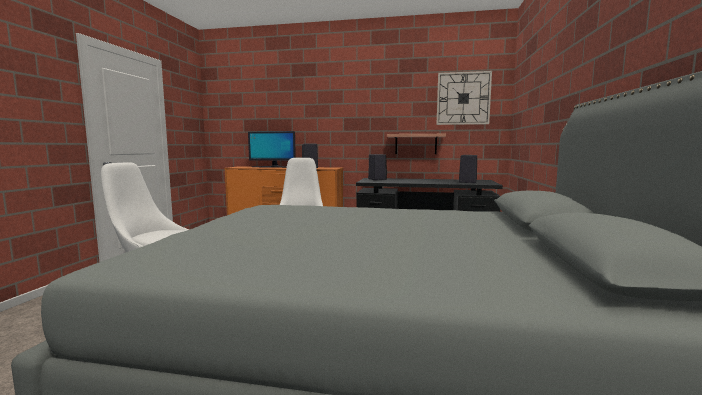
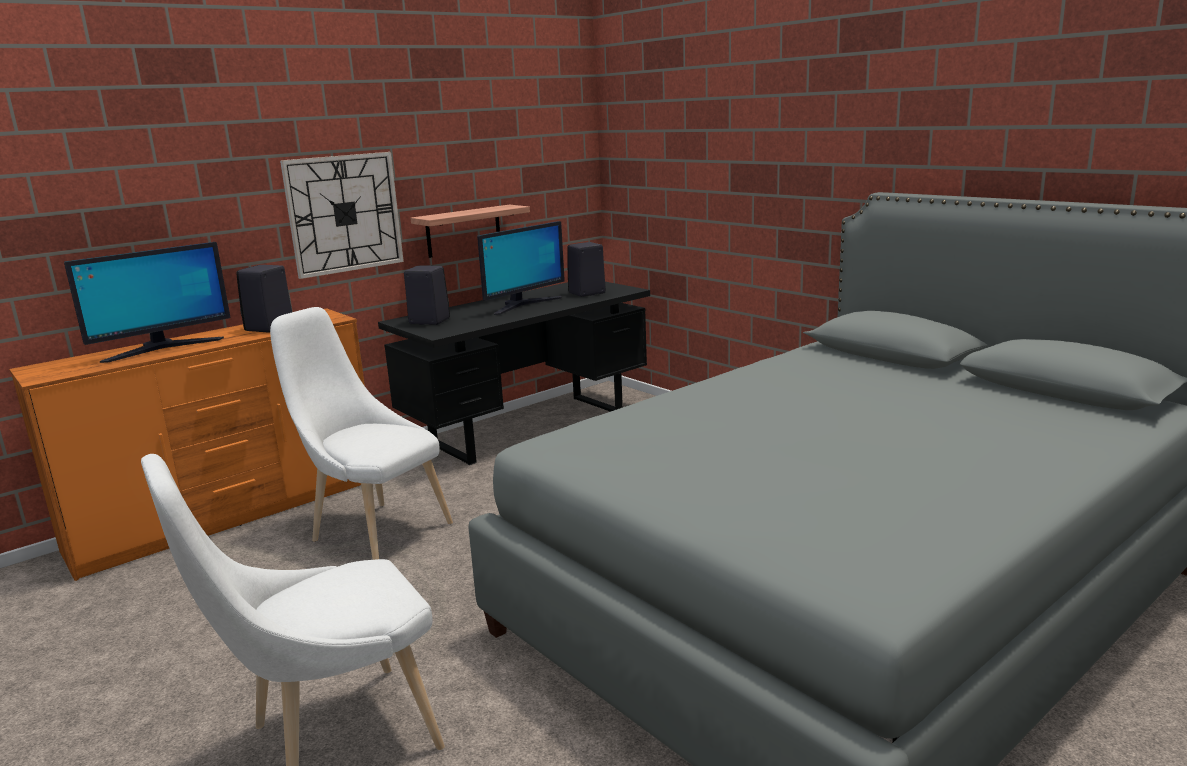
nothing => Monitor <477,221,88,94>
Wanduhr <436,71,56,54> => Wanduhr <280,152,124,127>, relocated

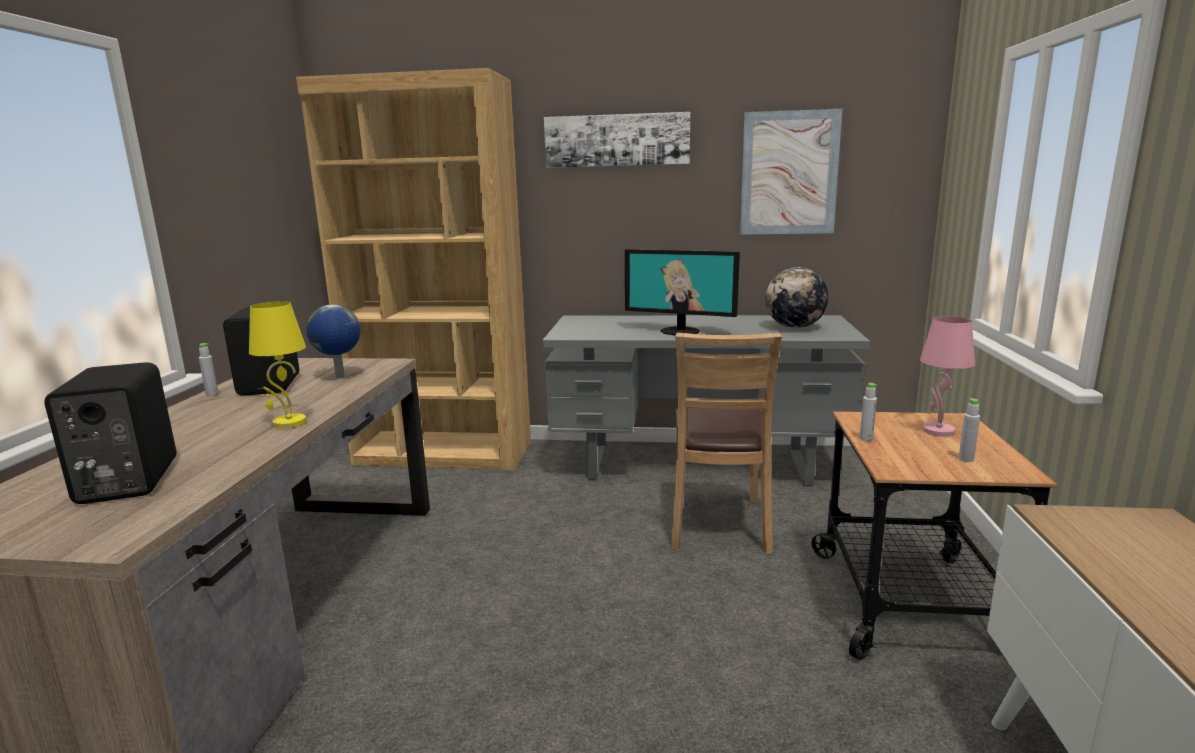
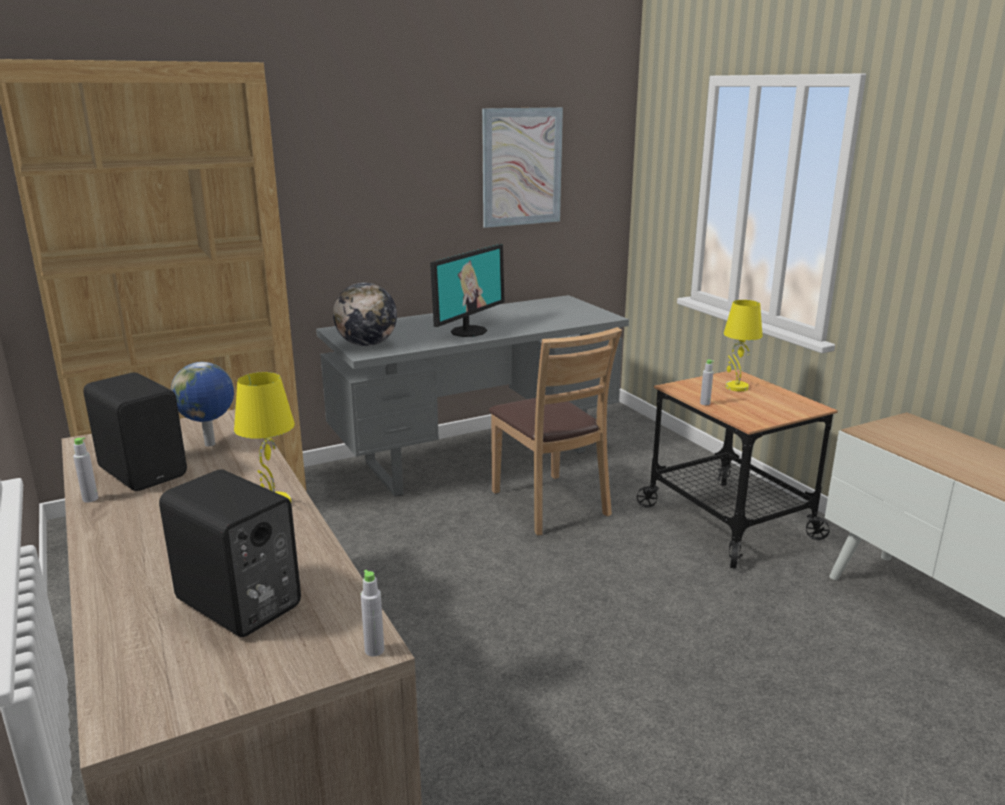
Bild <544,112,146,56> => nothing
Globus <766,267,62,61> => Globus <333,283,64,63>, relocated
Flasche/grau <959,398,21,64> => Flasche/grau <361,570,23,87>, relocated
Tischlampe/rosa <920,316,55,121> => Tischlampe/gelb <723,300,39,91>
Monitor <625,249,115,86> => Monitor <430,244,75,93>, 45 degrees counterclockwise

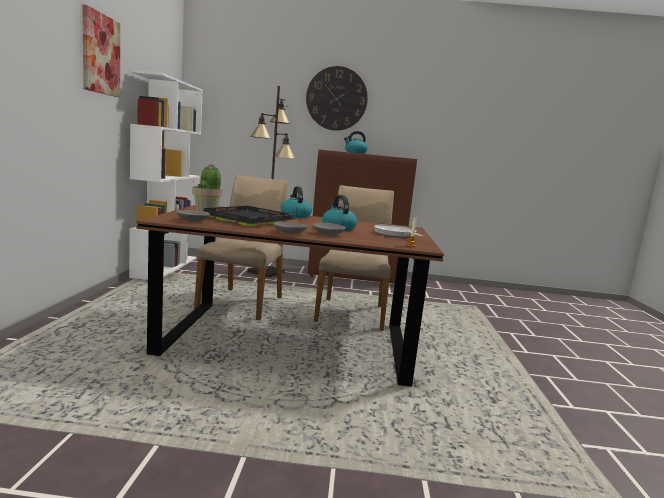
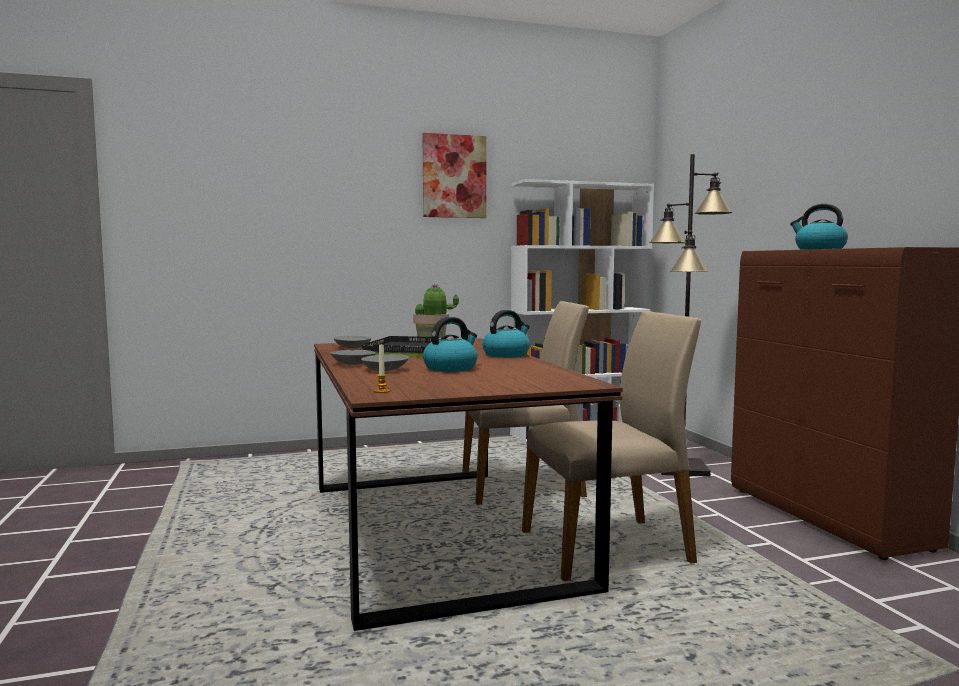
Wanduhr <306,66,62,65> => nothing
Pfanne <374,225,49,13> => nothing

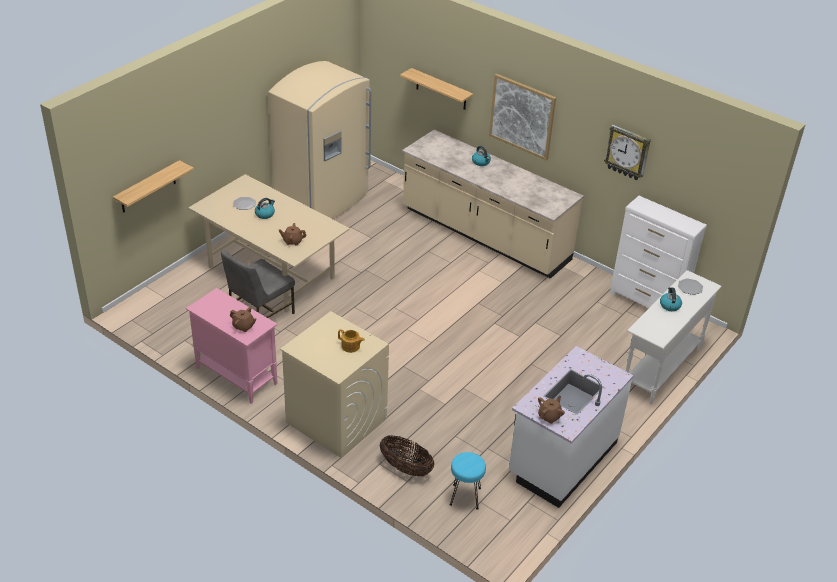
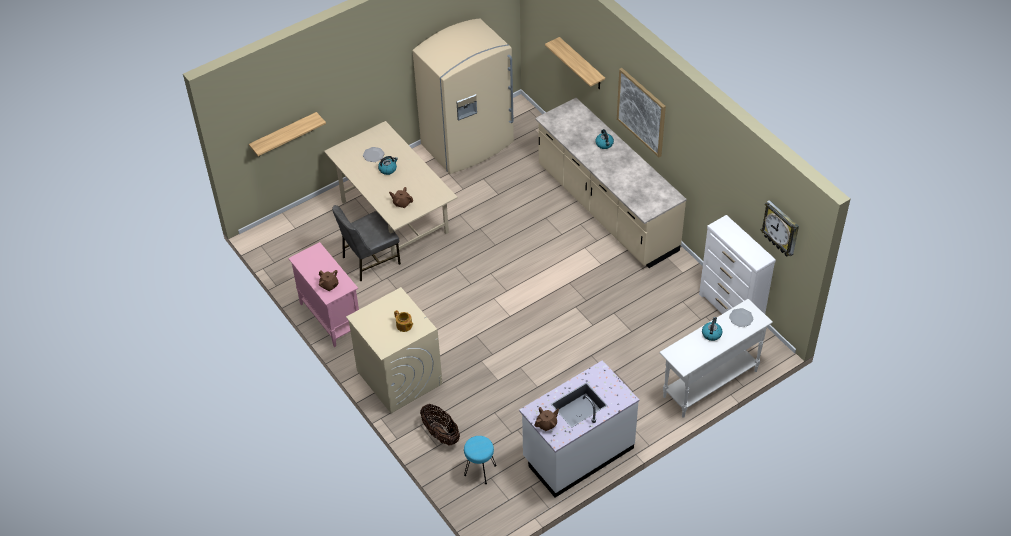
Wanduhr <604,125,47,55> => Wanduhr <761,200,38,57>, relocated

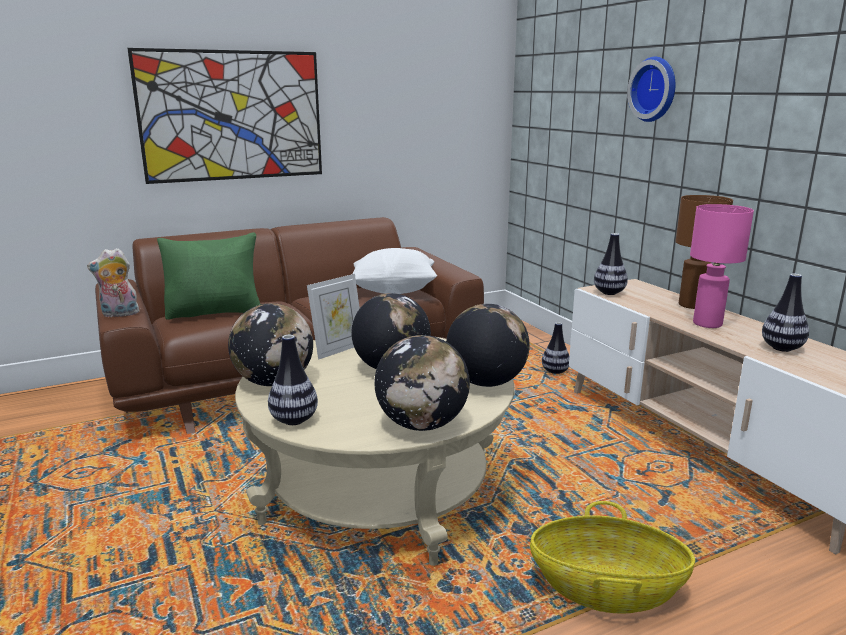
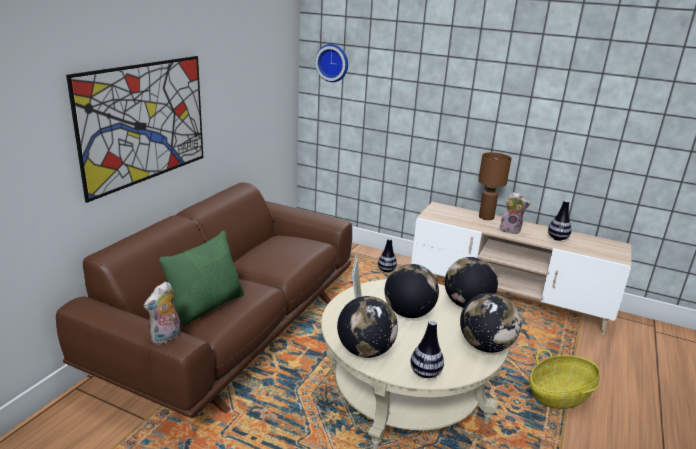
Kissen/weiß <353,248,84,46> => nothing
Vase <594,233,34,62> => nothing
Wanduhr <627,57,48,65> => Wanduhr <315,44,33,38>, relocated
Tischlampe/rosa <690,204,64,124> => Plüschtier <499,192,31,42>

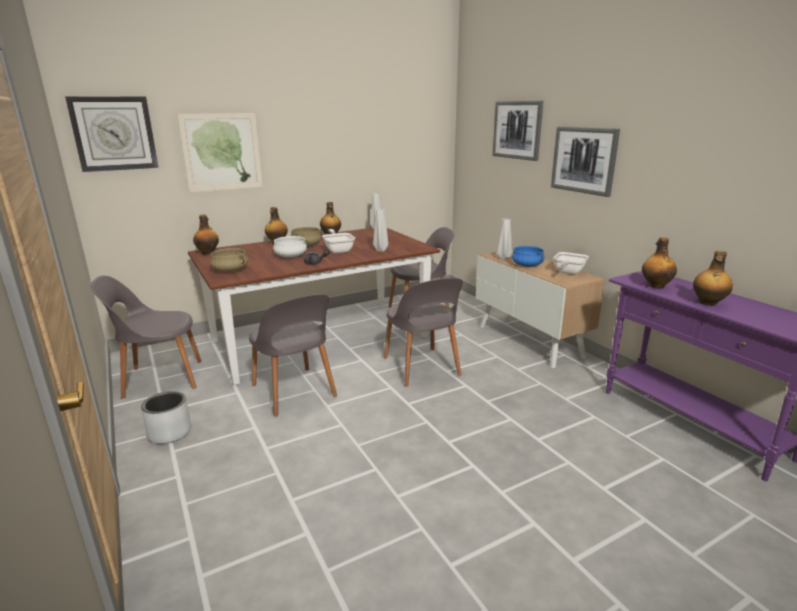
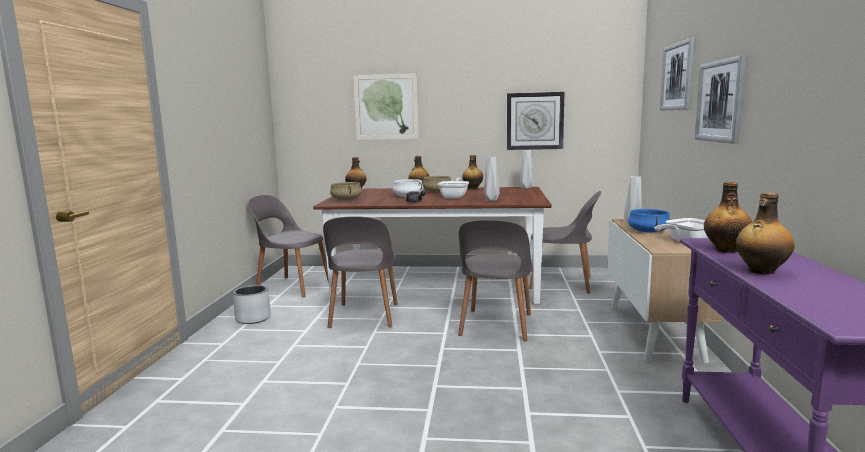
Wanduhr <65,96,94,76> => Wanduhr <507,92,57,58>, relocated

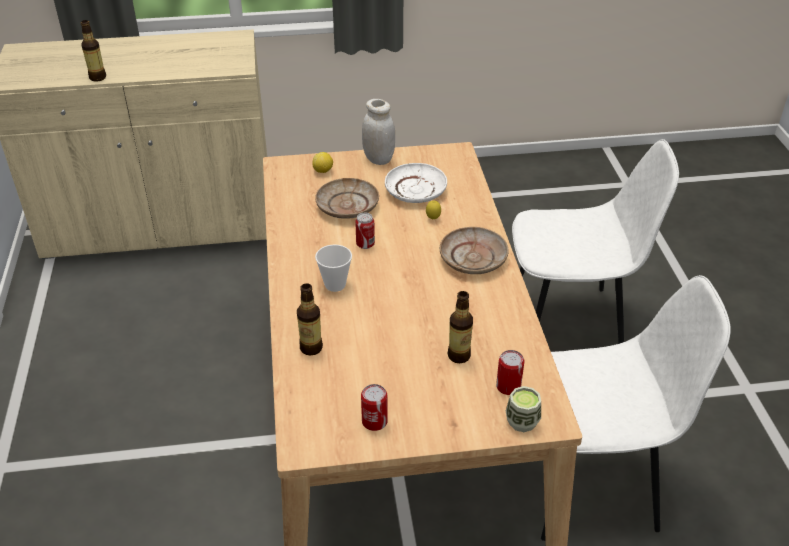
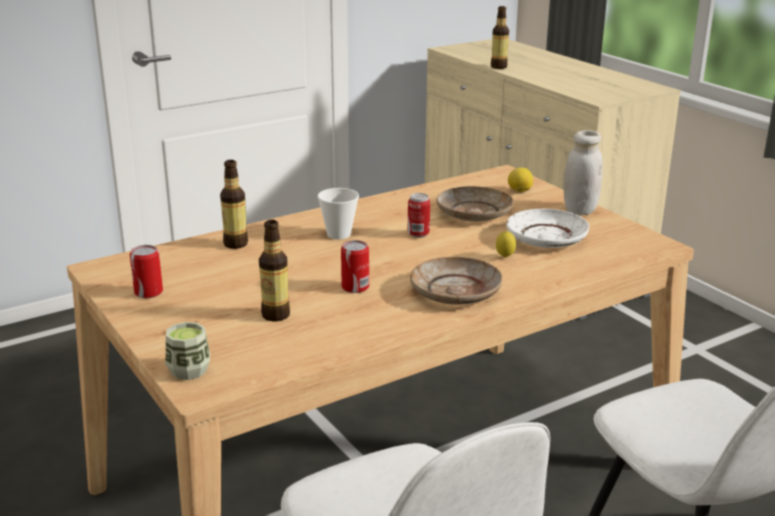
Dose <496,350,29,45> => Dose <341,240,28,53>, relocated

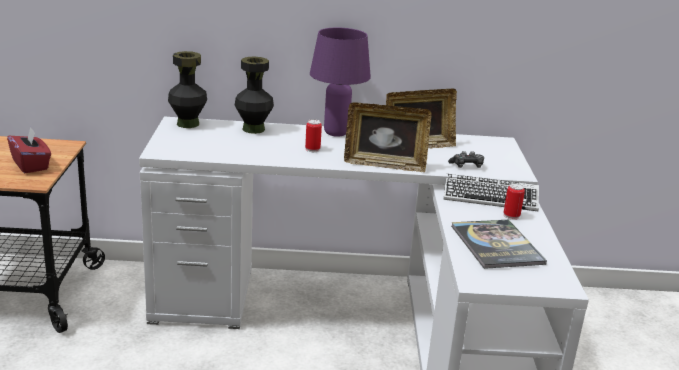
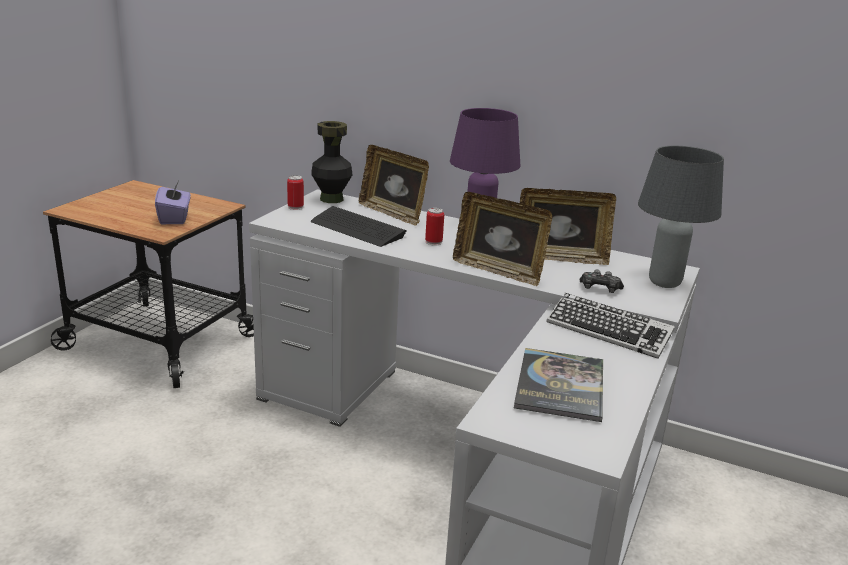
nothing => Tastatur <311,206,95,41>
nothing => Tischlampe/grau <638,146,86,142>
Dose <504,183,21,37> => Dose <287,175,17,35>, relocated
Vase/schwarz <234,57,40,77> => Bilderrahmen <359,145,70,81>
Taschentuchbox/rot <7,127,44,46> => Taschentuchbox/lila <155,181,36,43>

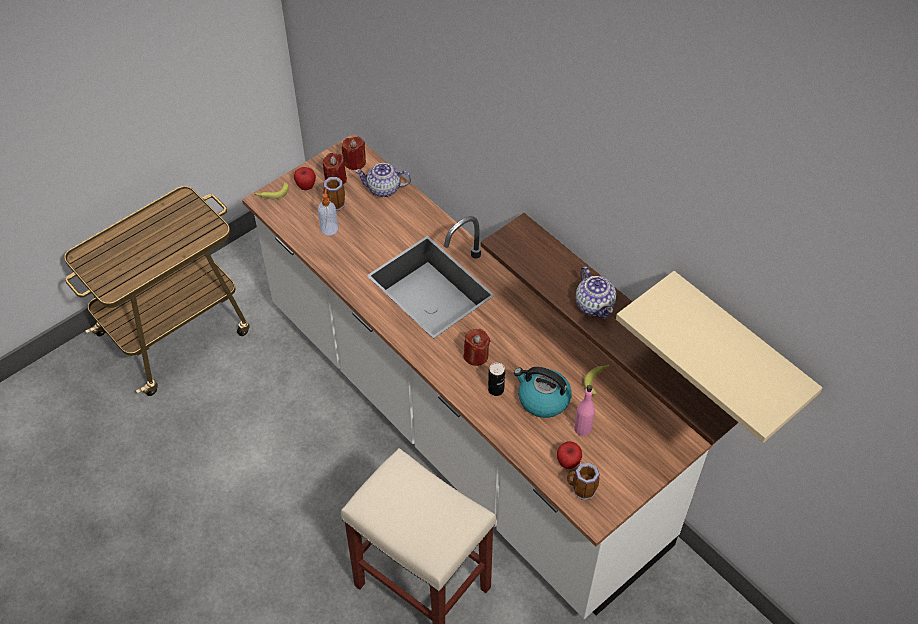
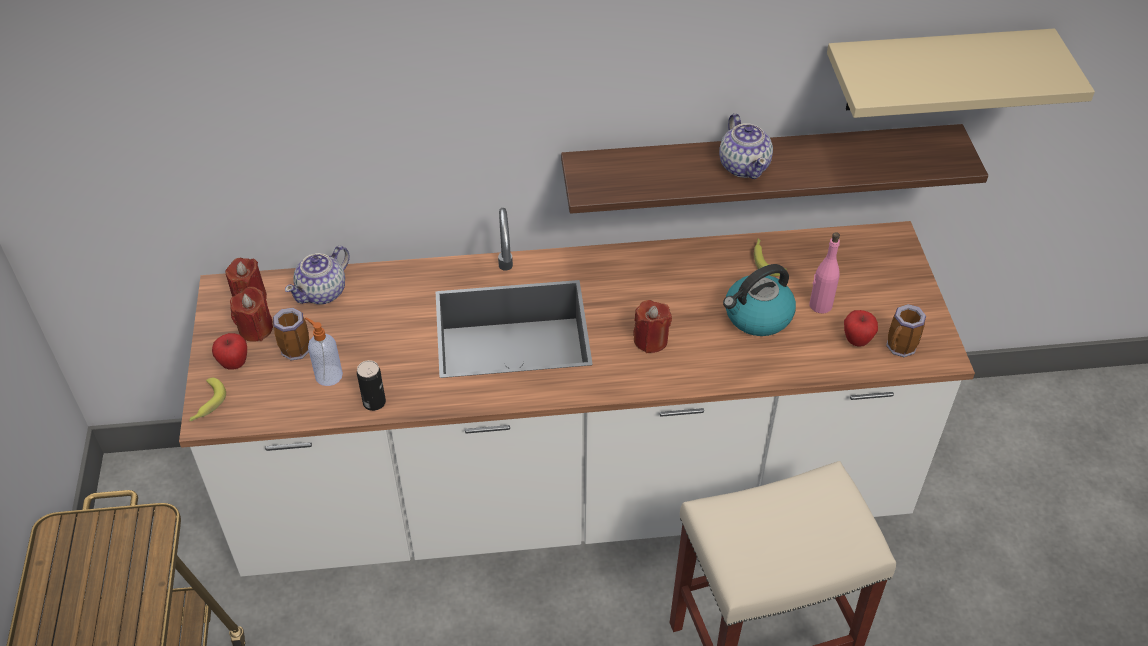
Dose <488,362,17,34> => Dose <357,360,29,51>, relocated
Teekanne <576,266,40,53> => Teekanne <719,113,54,66>, 60 degrees clockwise

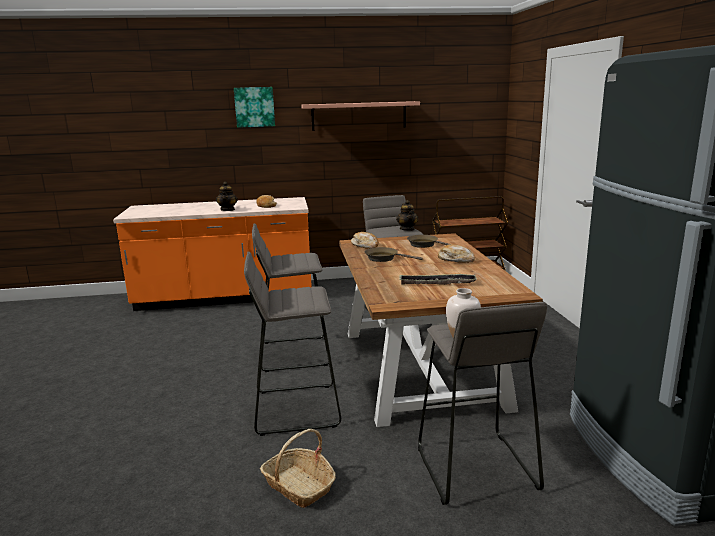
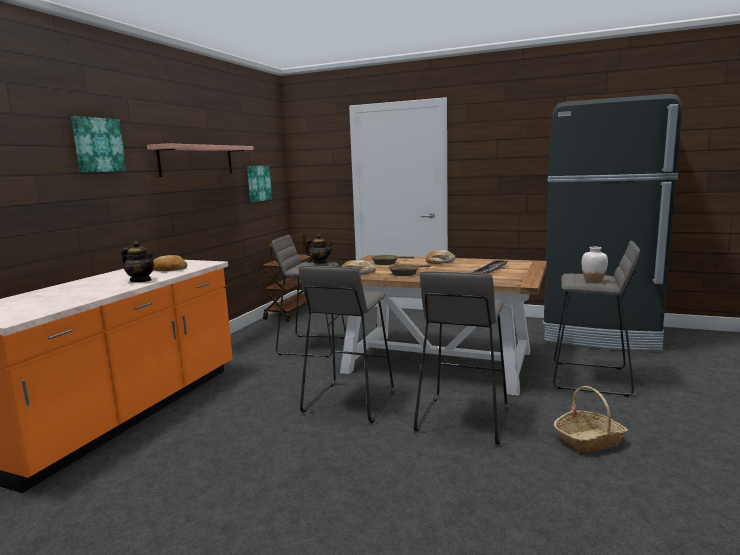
nothing => Bild <247,165,25,37>

